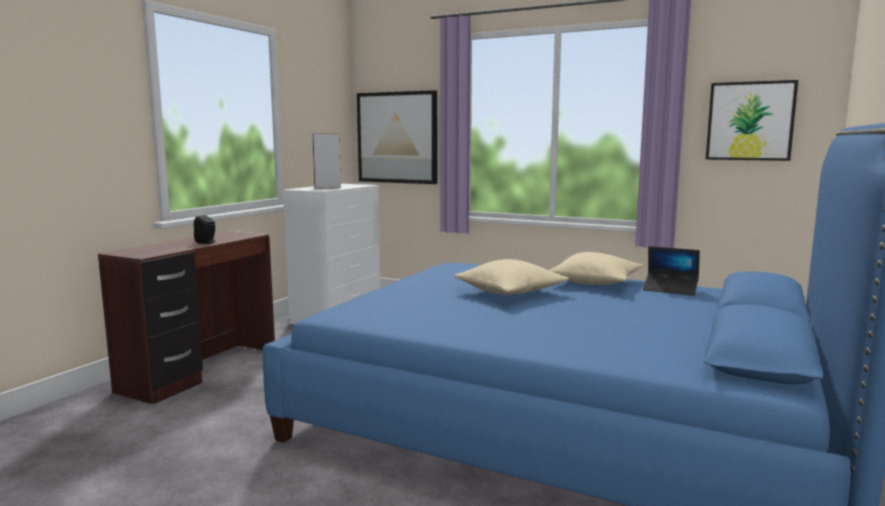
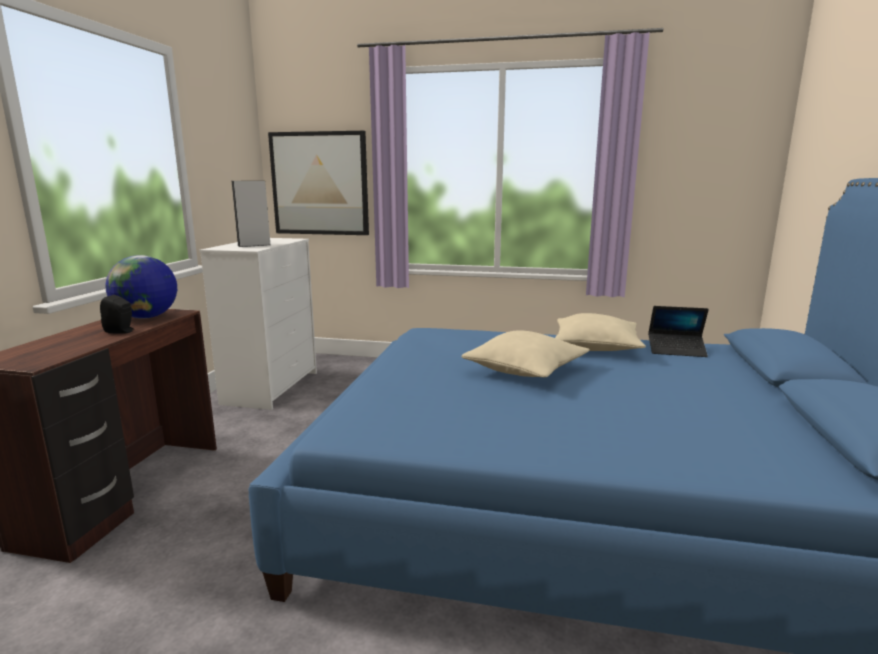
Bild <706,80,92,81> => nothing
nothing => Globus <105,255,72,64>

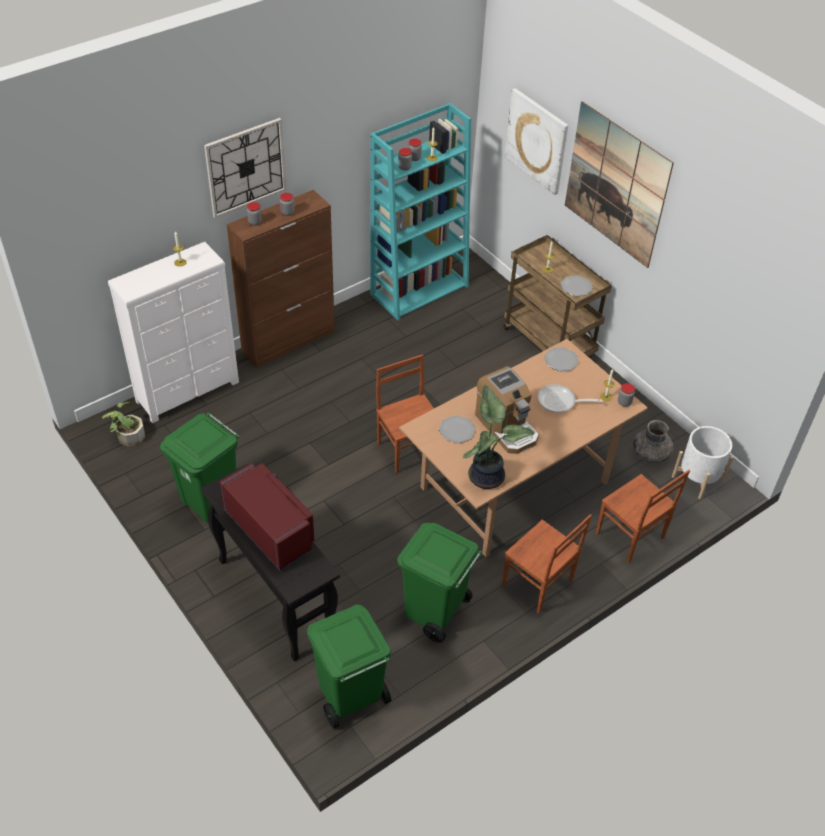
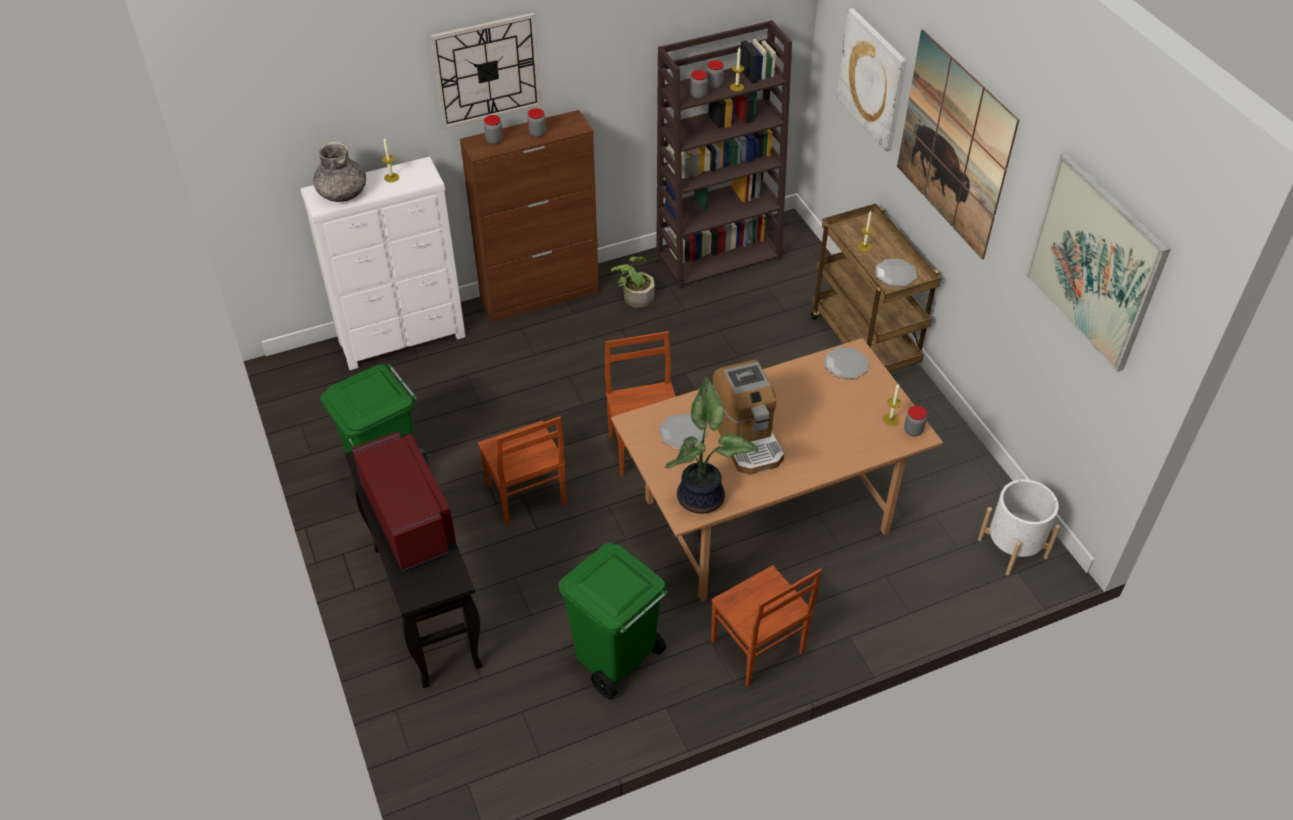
Mülleimer/grün <307,604,84,125> => nothing
Pfanne <538,384,64,29> => nothing
nothing => Bild <1026,153,145,219>
Topfpflanze <102,402,44,45> => Topfpflanze <611,257,44,50>, relocated
Stuhl/braun <596,470,94,93> => Stuhl/braun <478,416,88,111>, relocated
Vase/grau <633,420,41,43> => Vase/grau <313,142,53,60>, relocated
Bücherregal/türkis <370,103,101,217> => Bücherregal/braun <656,20,136,269>

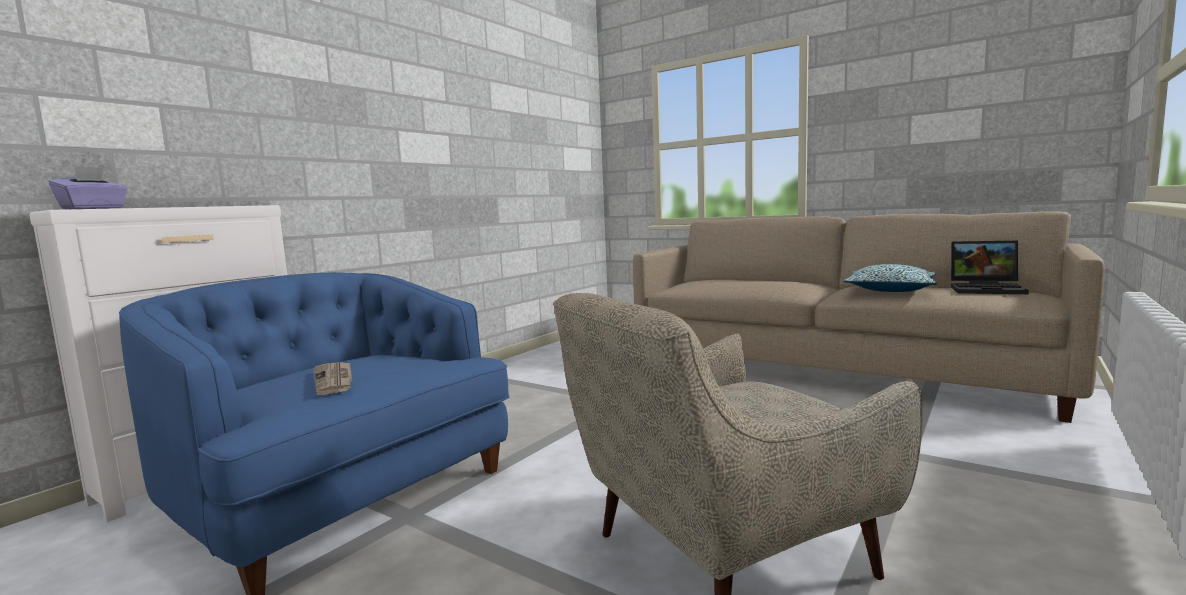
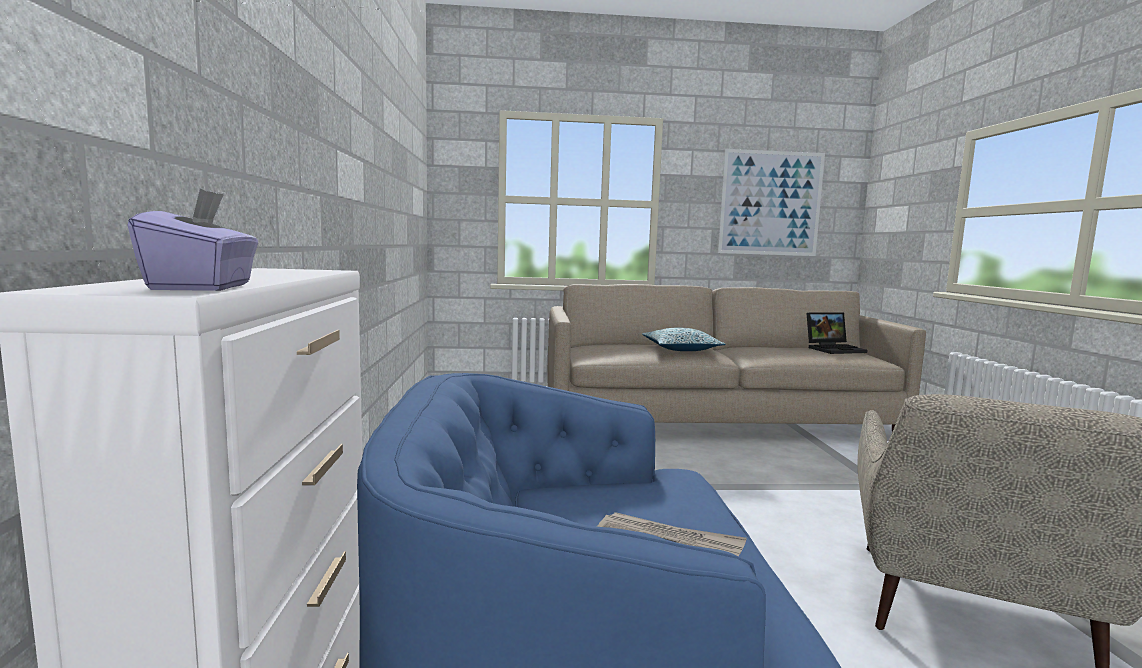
nothing => Bild <718,149,107,107>
Kissen <843,264,94,28> => Kissen <642,327,84,24>, relocated

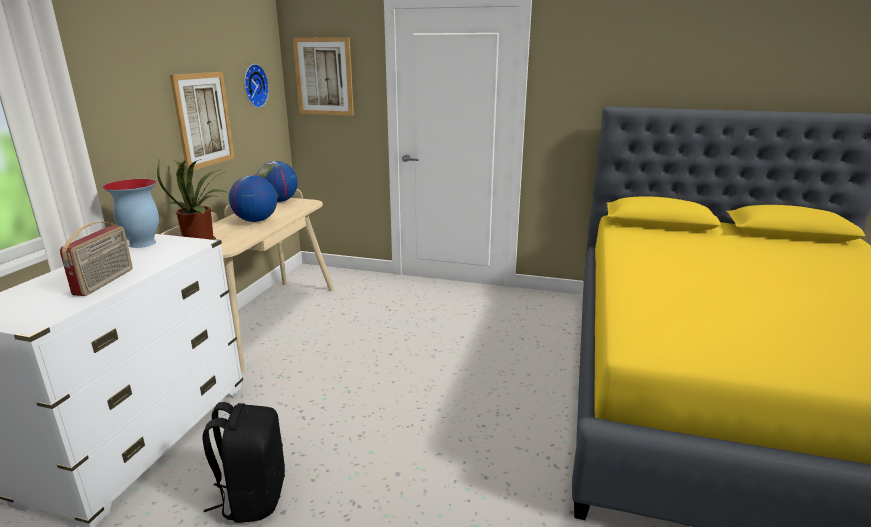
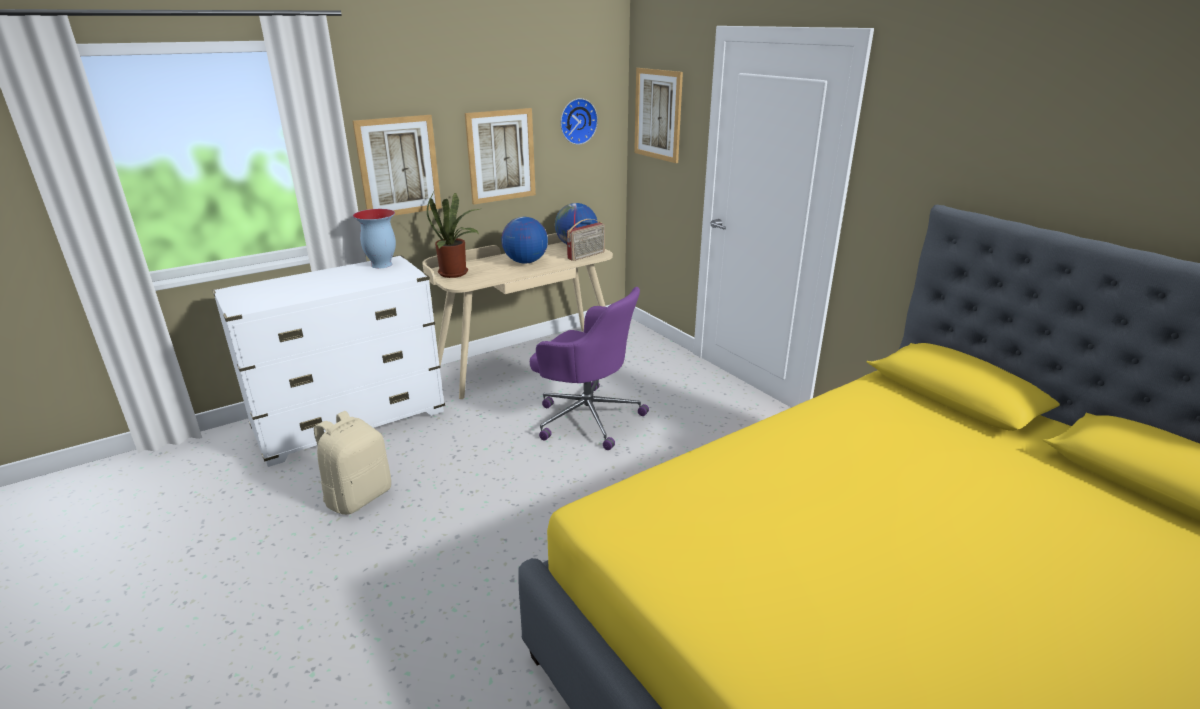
nothing => Bild <352,115,90,101>
nothing => Bürostuhl/lila <530,287,119,163>
Radio <60,222,73,74> => Radio <567,219,38,42>, relocated
Rucksack/schwarz <203,402,82,121> => Rucksack/beige <314,411,77,104>

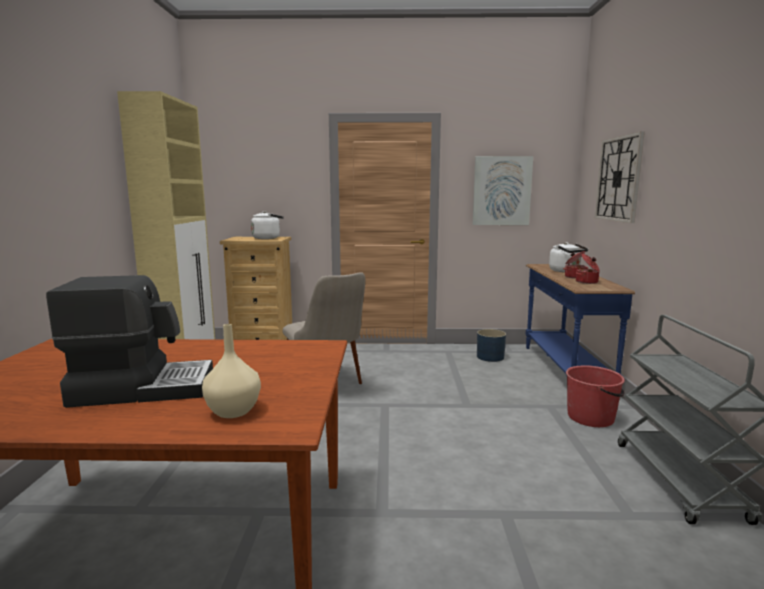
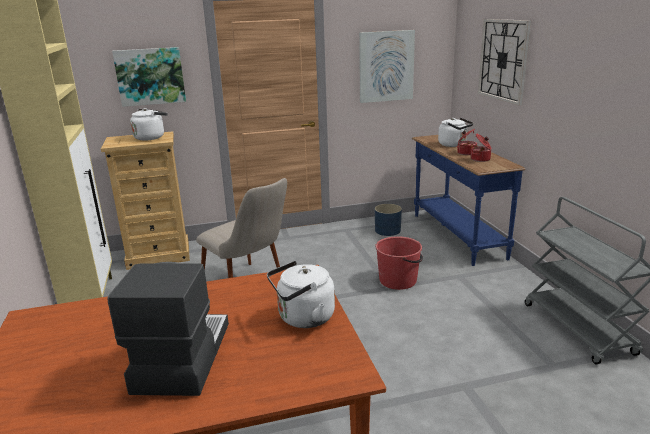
Vase/beige <202,324,59,94> => nothing
nothing => Bild <112,47,74,60>
nothing => Wasserkessel/weiß <267,261,68,67>
Eimer/rot <566,365,59,62> => Eimer/rot <375,236,48,54>, relocated
Kaffeemaschine <46,275,167,133> => Kaffeemaschine <107,263,122,133>, 60 degrees counterclockwise

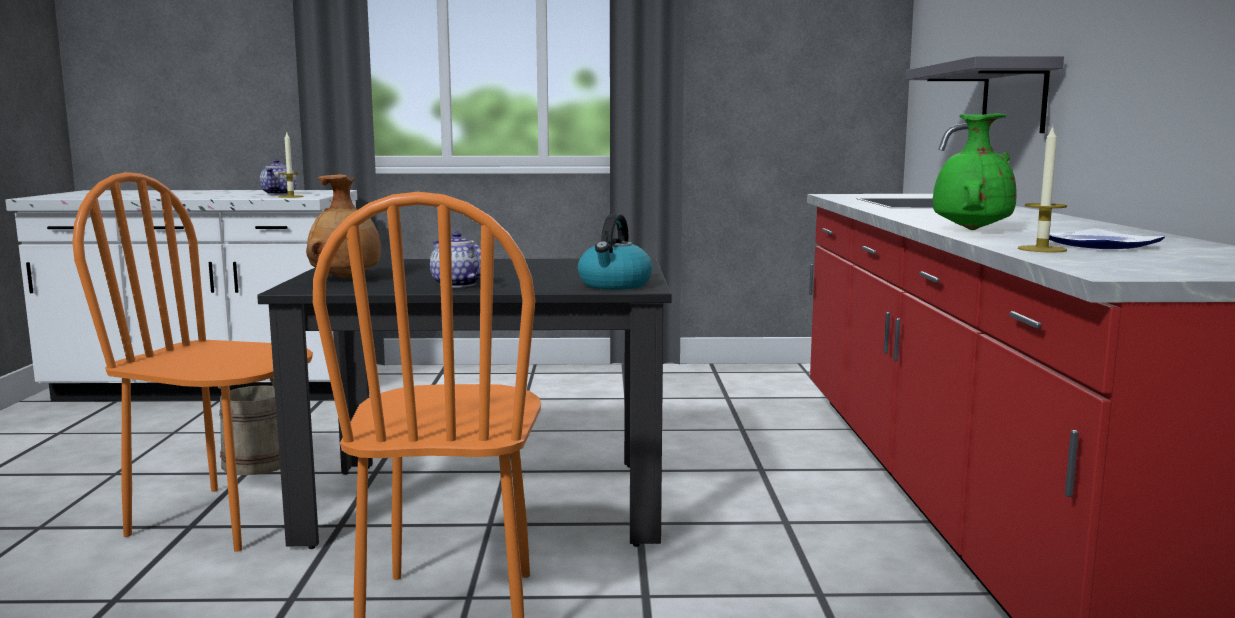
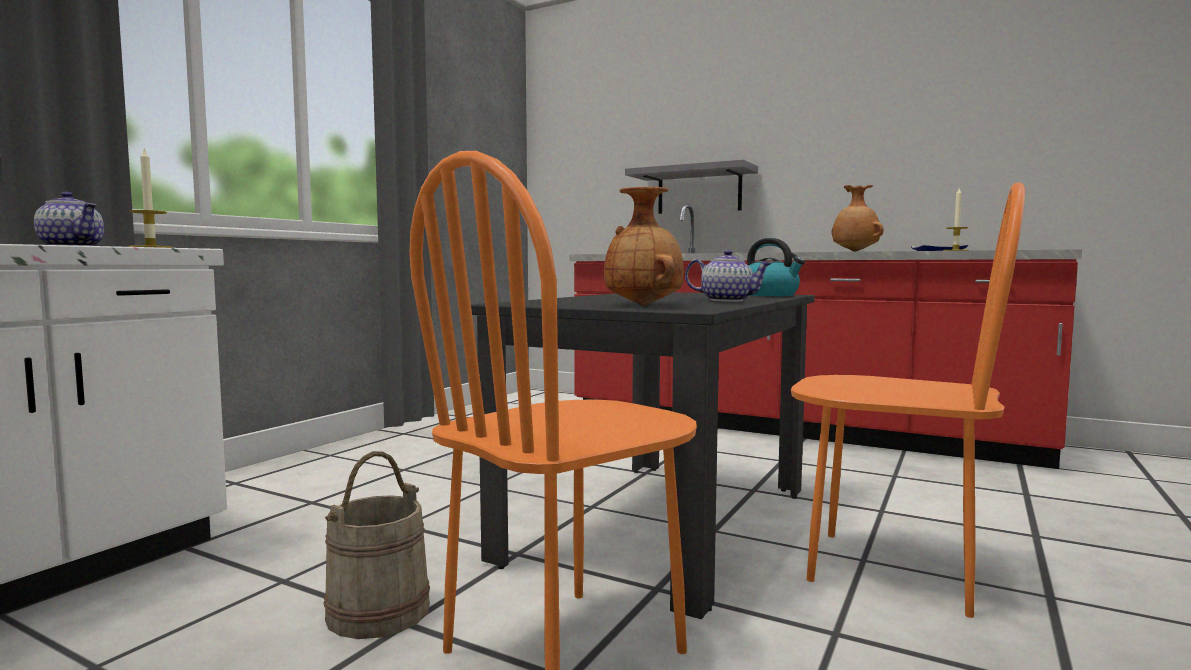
Vase/grün <933,113,84,117> => Vase/braun <831,185,53,67>
Teekanne <430,232,51,56> => Teekanne <685,250,87,52>, 150 degrees counterclockwise

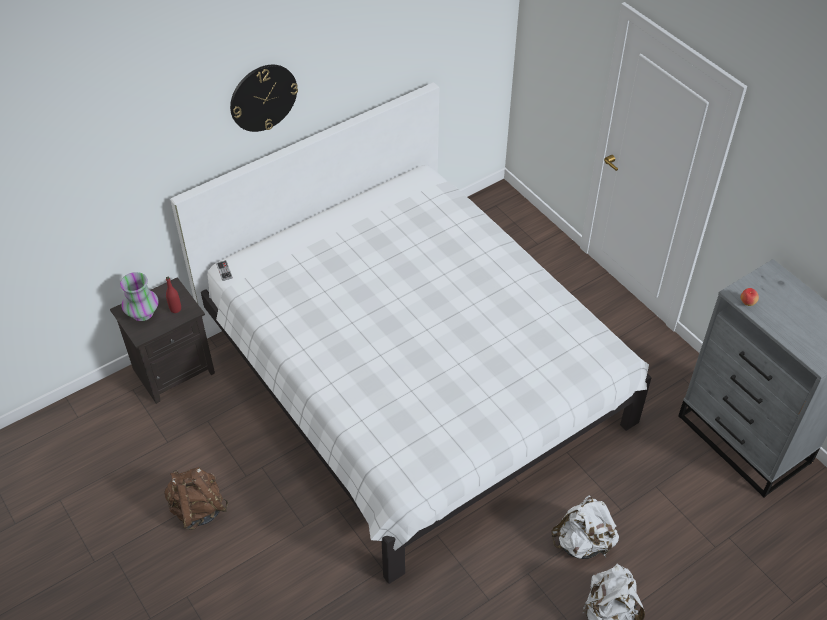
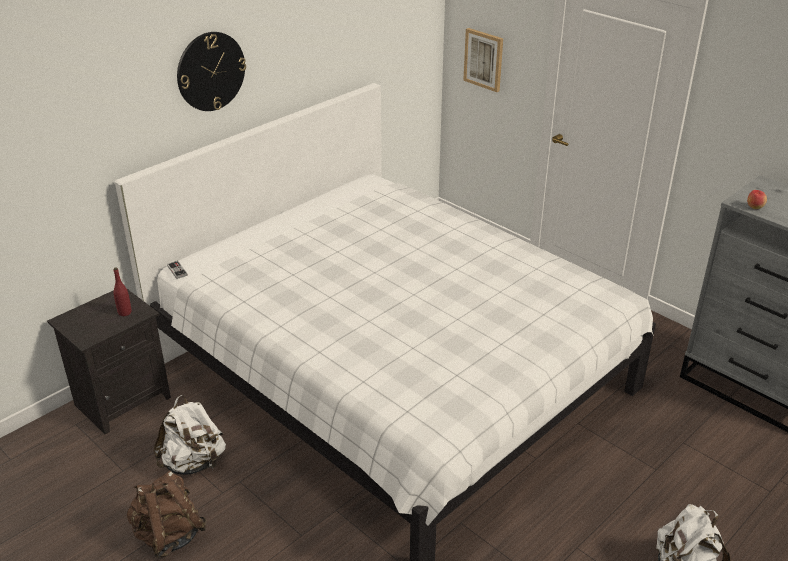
Vase <120,272,39,49> => nothing
nothing => Bild <463,28,40,64>
Rucksack/weiß <551,495,68,64> => Rucksack/weiß <154,395,72,80>, relocated

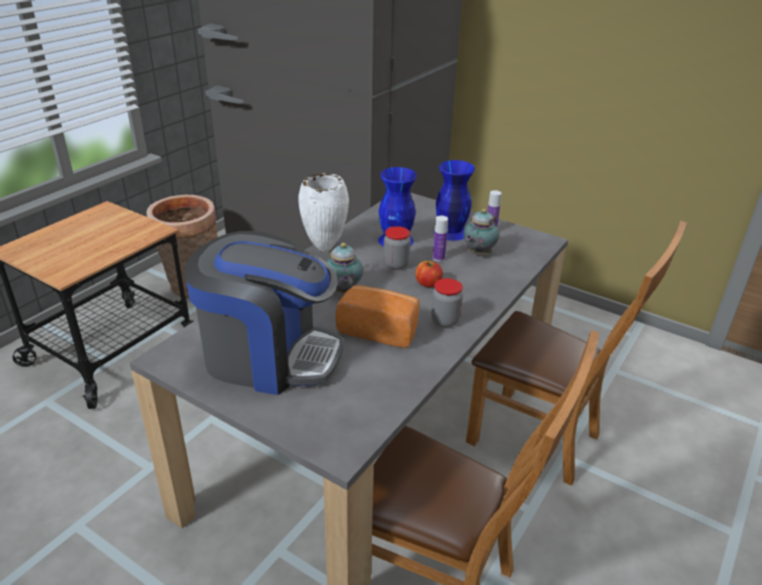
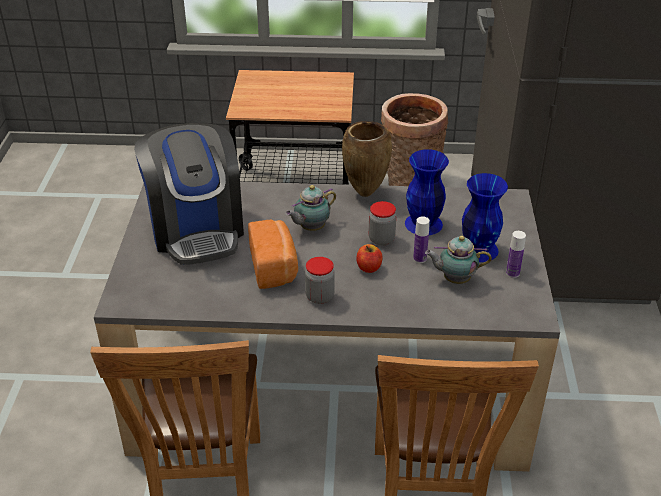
Vase/weiß <298,174,51,78> => Vase/braun <342,121,50,76>

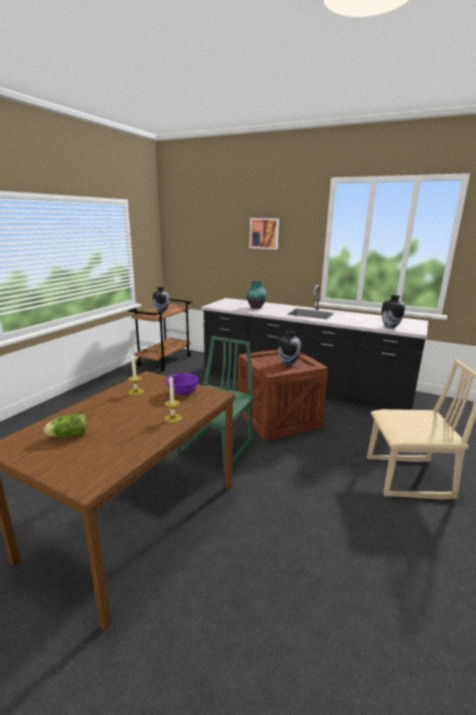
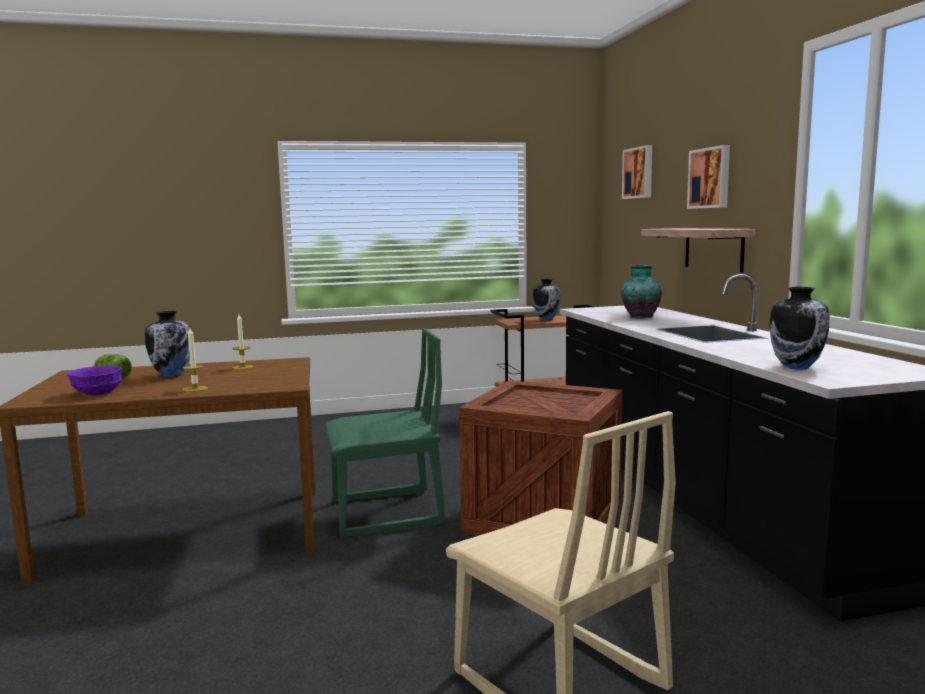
nothing => Bild <622,145,30,54>
nothing => Wandregal <641,228,115,44>
Schüssel/lila <166,373,32,22> => Schüssel/lila <67,366,55,29>, relocated
Vase <278,331,23,35> => Vase <145,311,45,66>, relocated

